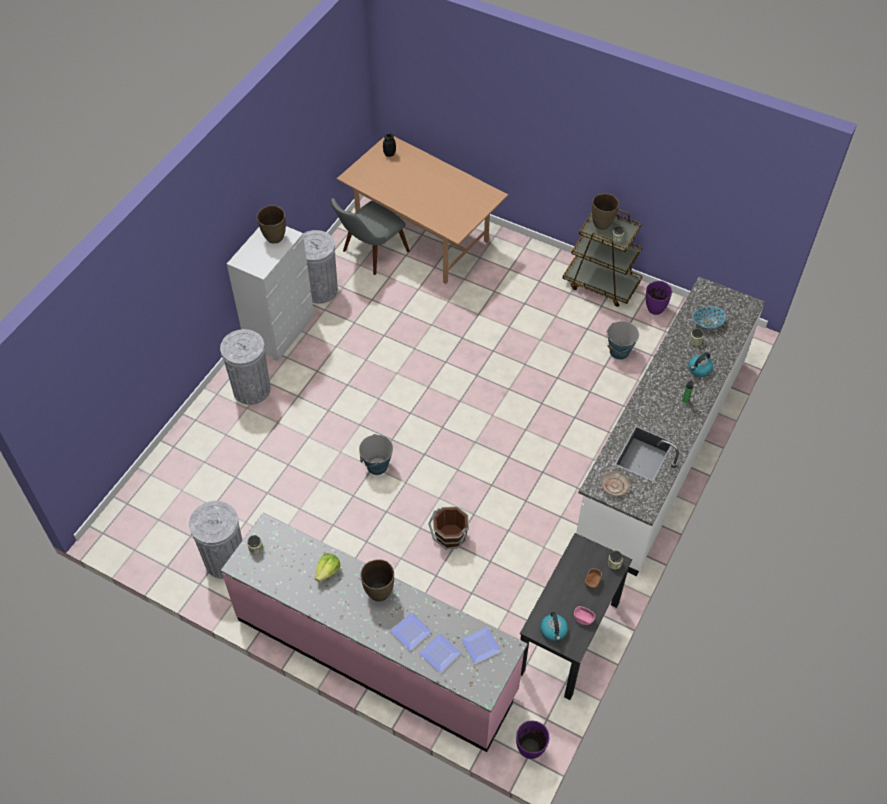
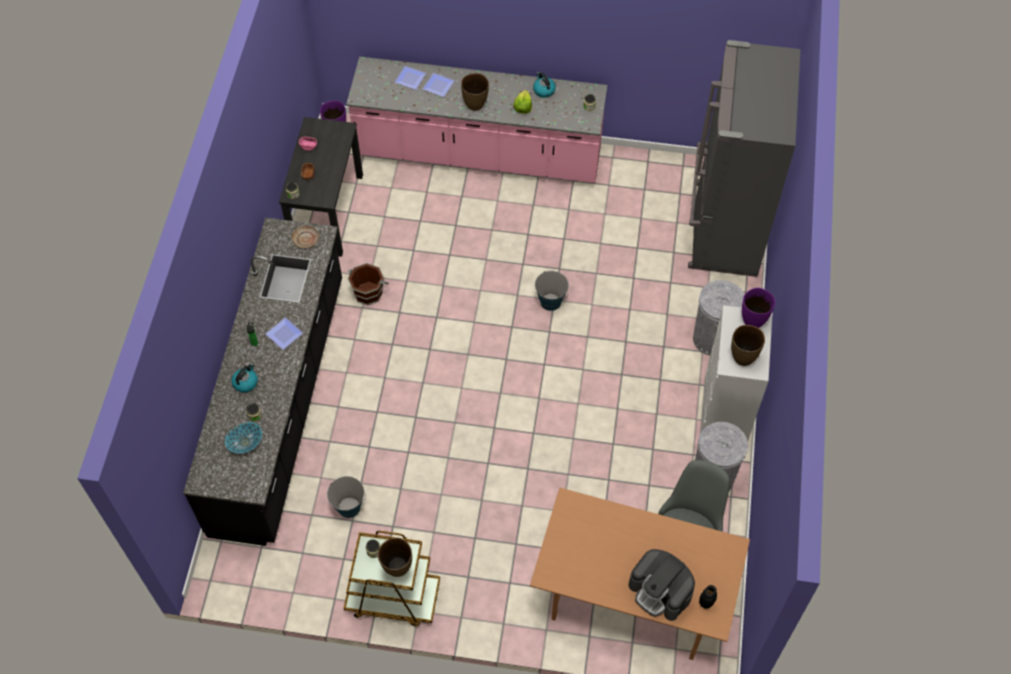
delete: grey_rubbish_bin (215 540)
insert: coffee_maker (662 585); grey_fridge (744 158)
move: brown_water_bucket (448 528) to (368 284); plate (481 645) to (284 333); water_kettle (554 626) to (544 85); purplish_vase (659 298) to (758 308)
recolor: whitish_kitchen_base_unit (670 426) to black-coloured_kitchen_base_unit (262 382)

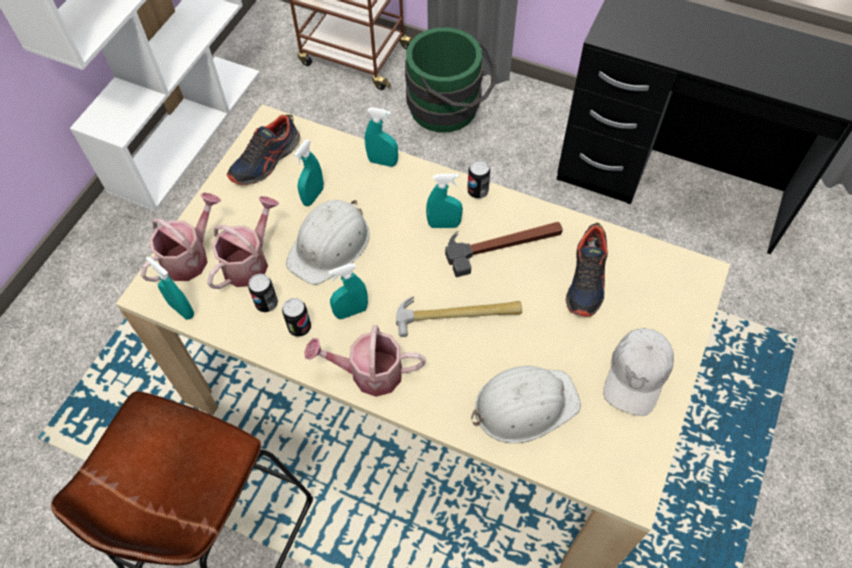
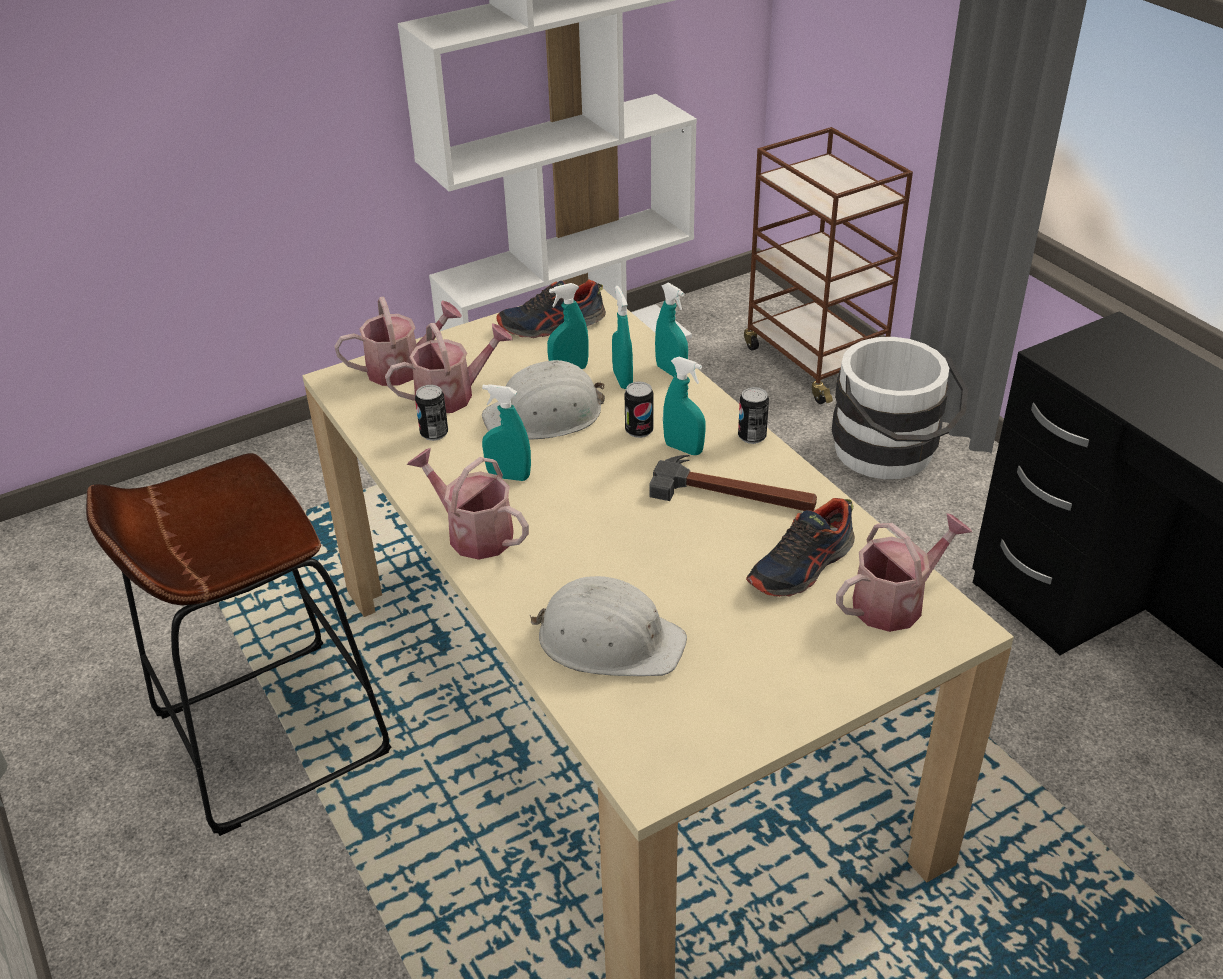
delete: hand_hammer (459 316); whitish_cap (638 372)
insert: watering_pot (904 572)
move: turquoise-coloured_hand_sprayer (170 288) to (622 337); can (296 317) to (639 409)
recolor: green_water_bucket (450 80) to whitish_water_bucket (900 408)

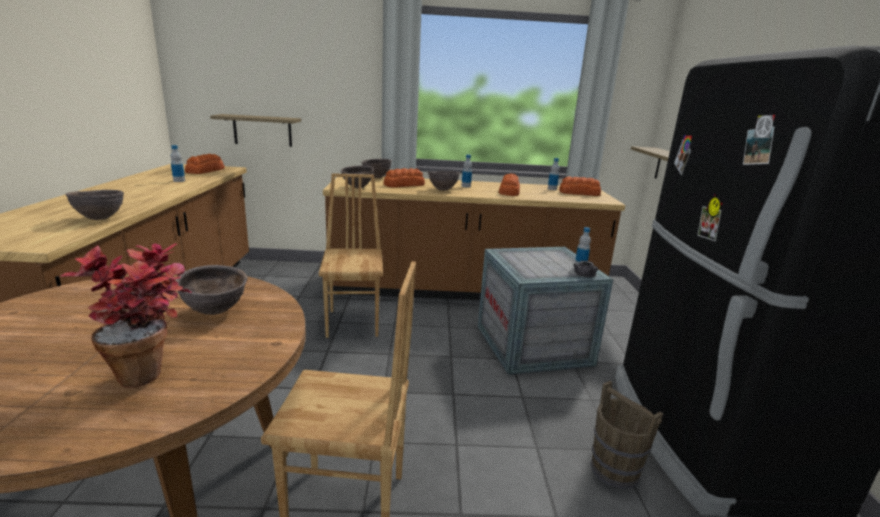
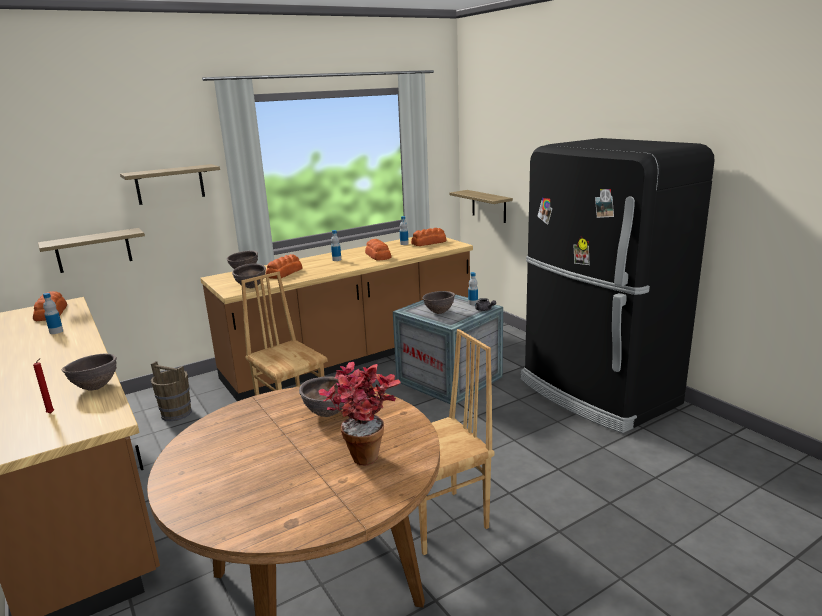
insert: red_wax_candle (43 386); bracket_shelf (170 184)
move: brown_serving_bowl (444 181) to (438 302); brown_water_bucket (627 435) to (171 391)

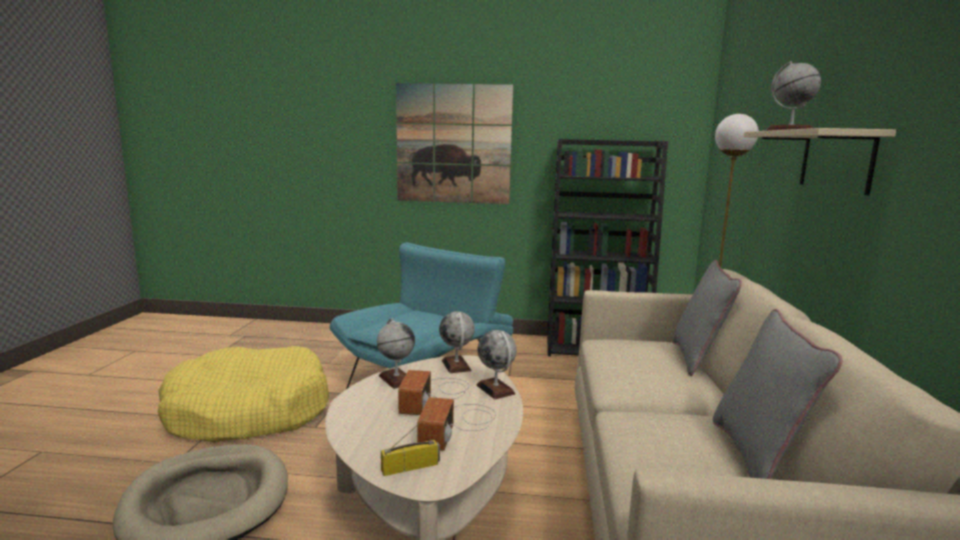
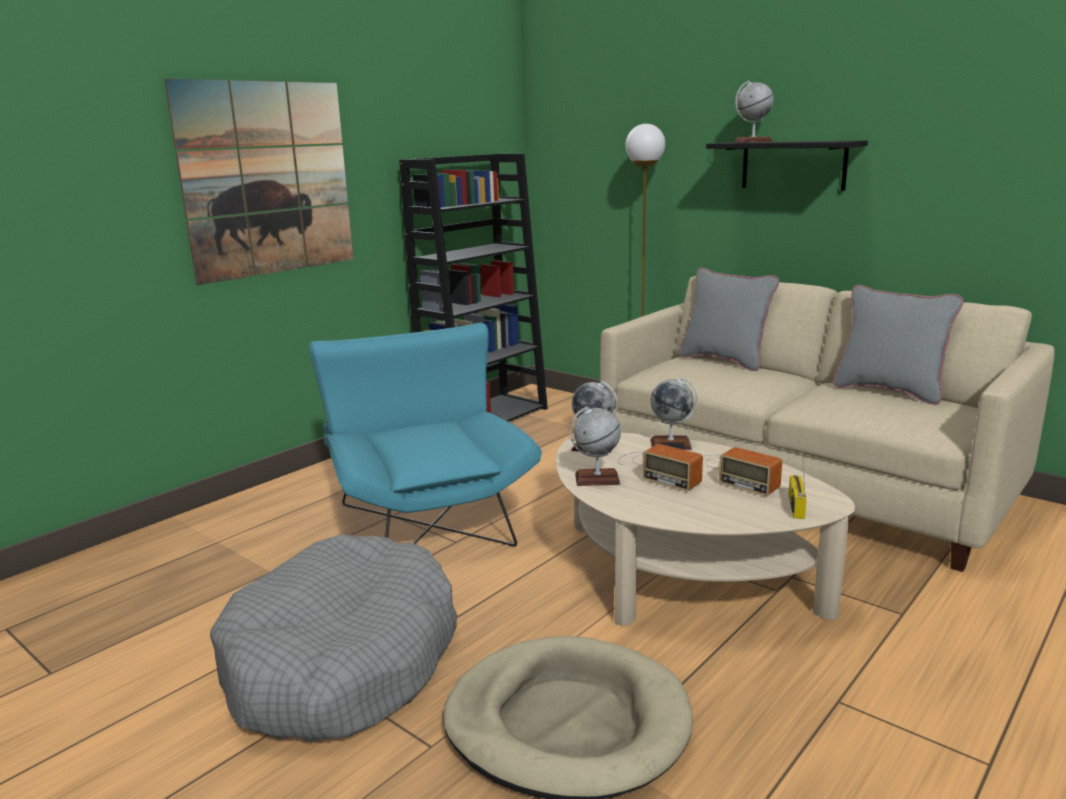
recolor: yellowish_pet_bed (243 394) to grey_pet_bed (333 638); beige_bracket_shelf (820 161) to black-coloured_bracket_shelf (787 165)

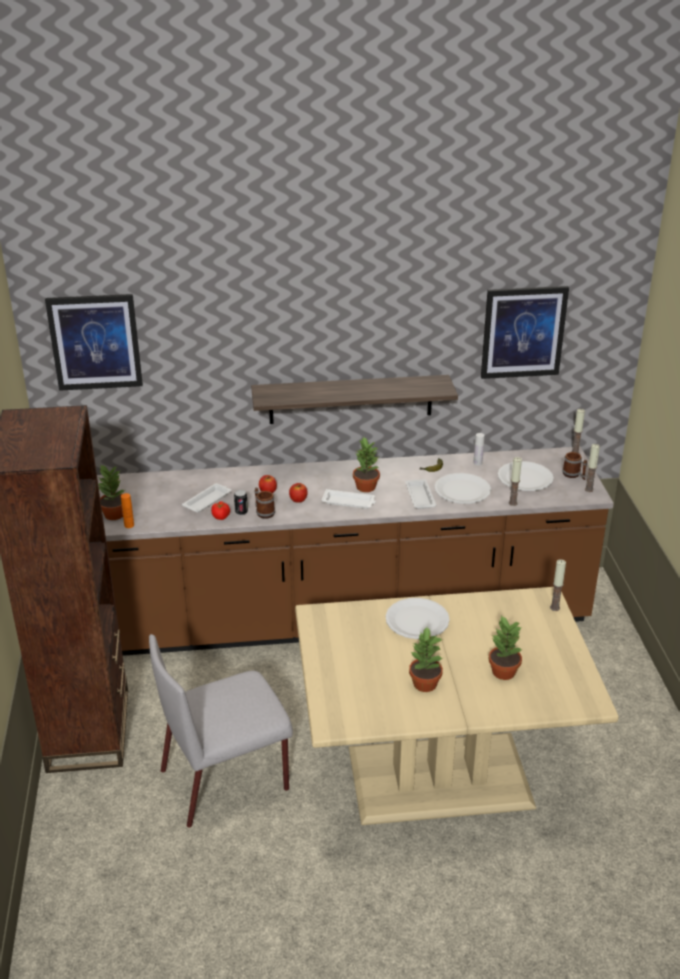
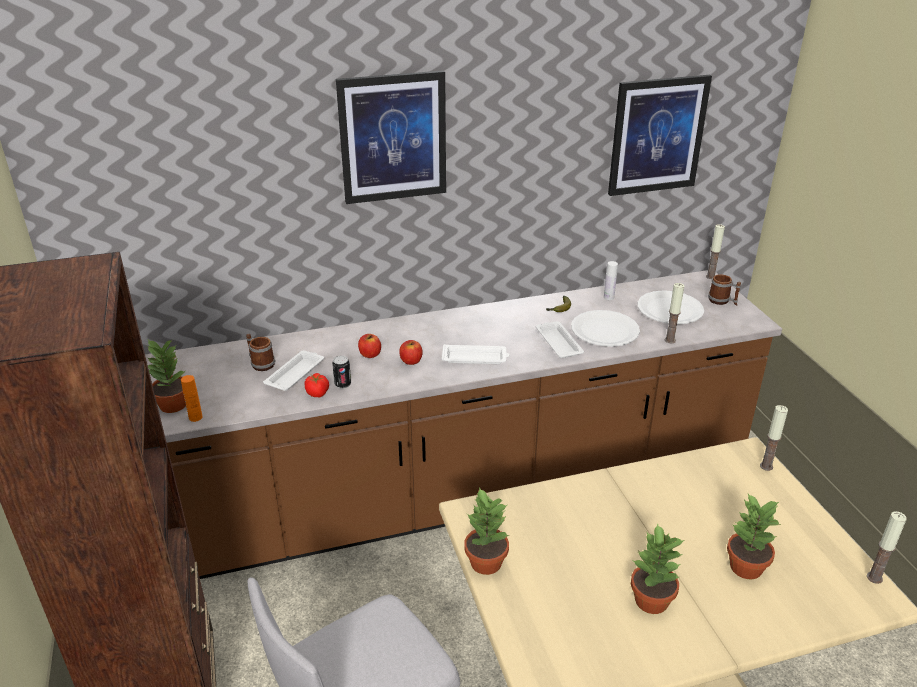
delete: bracket_shelf (354 399); whitish_plate (417 618)
move: picture (94 342) to (391 137); mug (265 503) to (260 352); potted_plant (366 464) to (486 531); wax_candle (592 468) to (887 547)

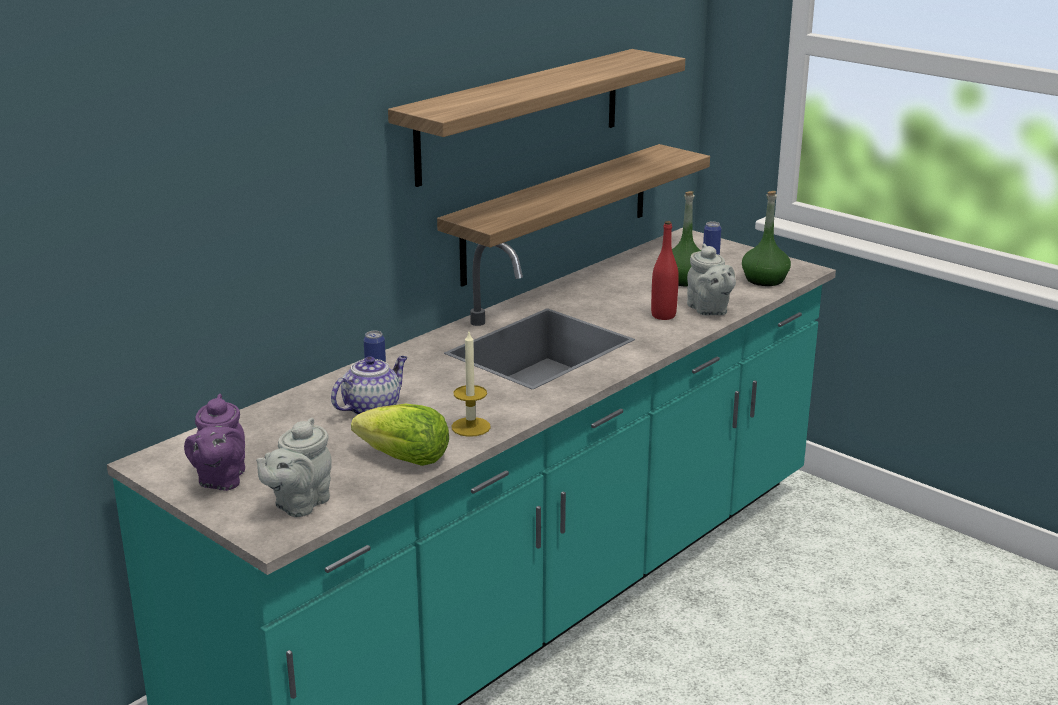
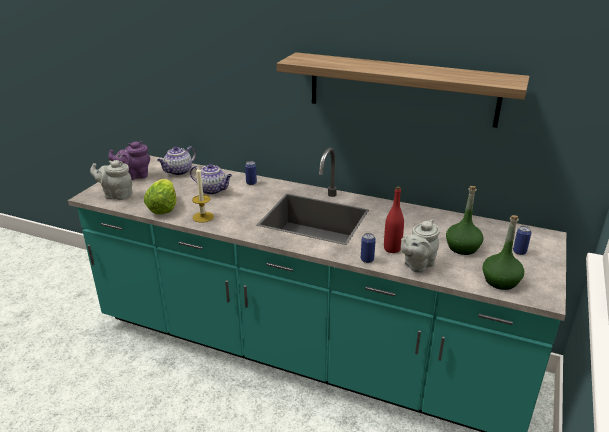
delete: bracket_shelf (573 215)
insert: pot_for_tea (176 160); can (368 248)

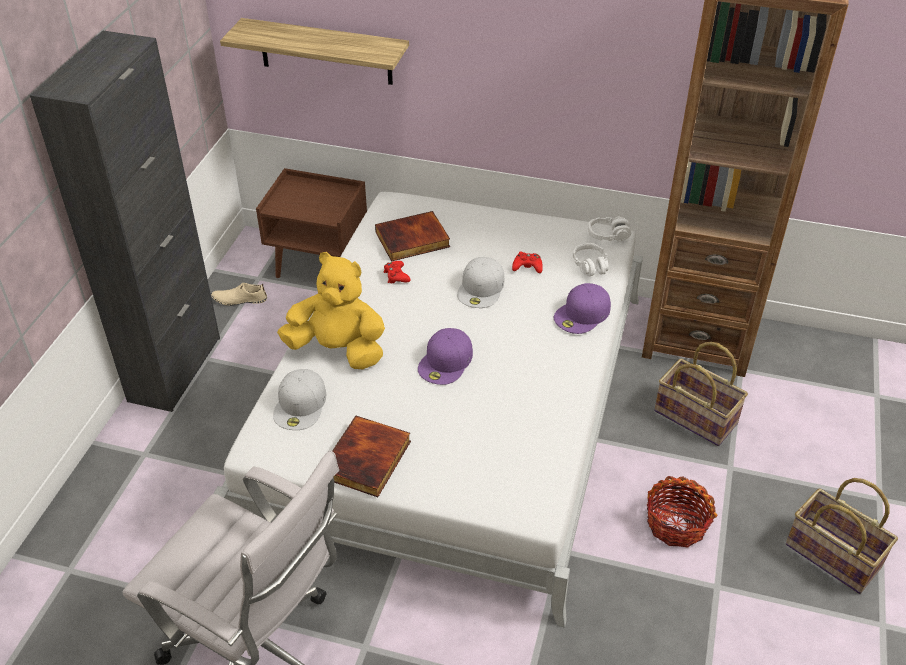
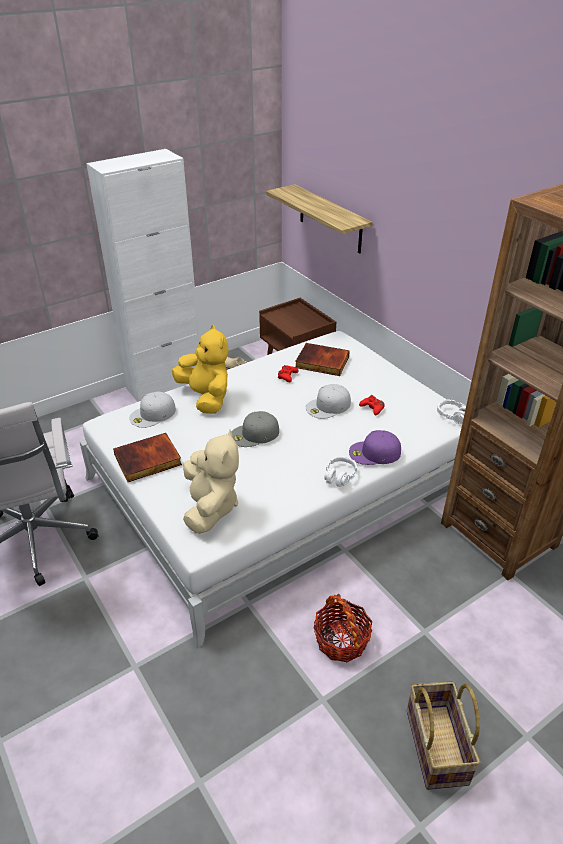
delete: storage_basket (701 394)
insert: beige_plush_toy (211 481)
move: whitish_pair_of_headphones (590 259) to (340 471)
recolor: black-coloured_cupboard (125 221) to whitish_cupboard (143 275); purplish_cap (445 356) to grey_cap (255 429)

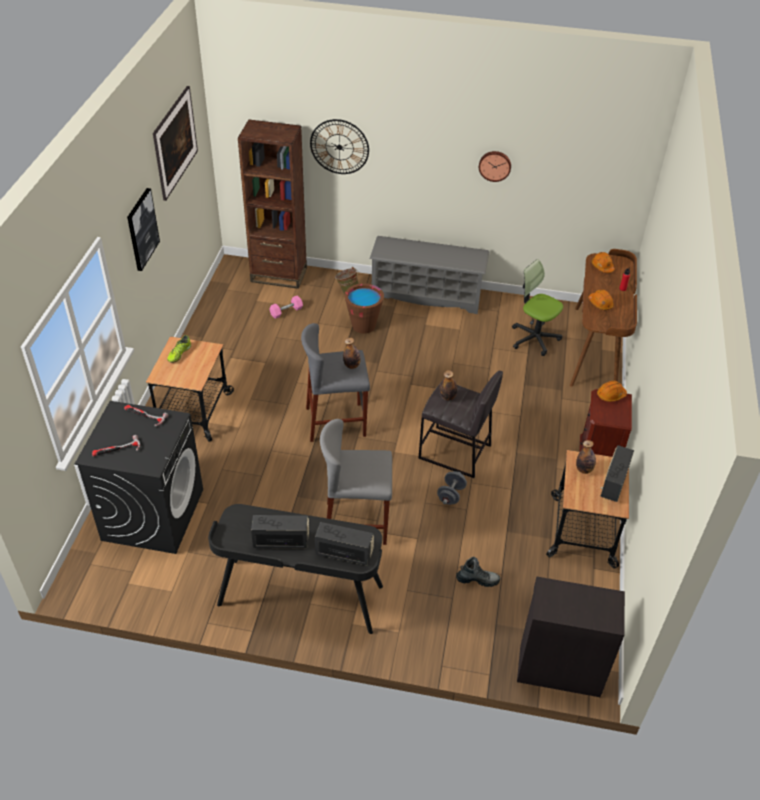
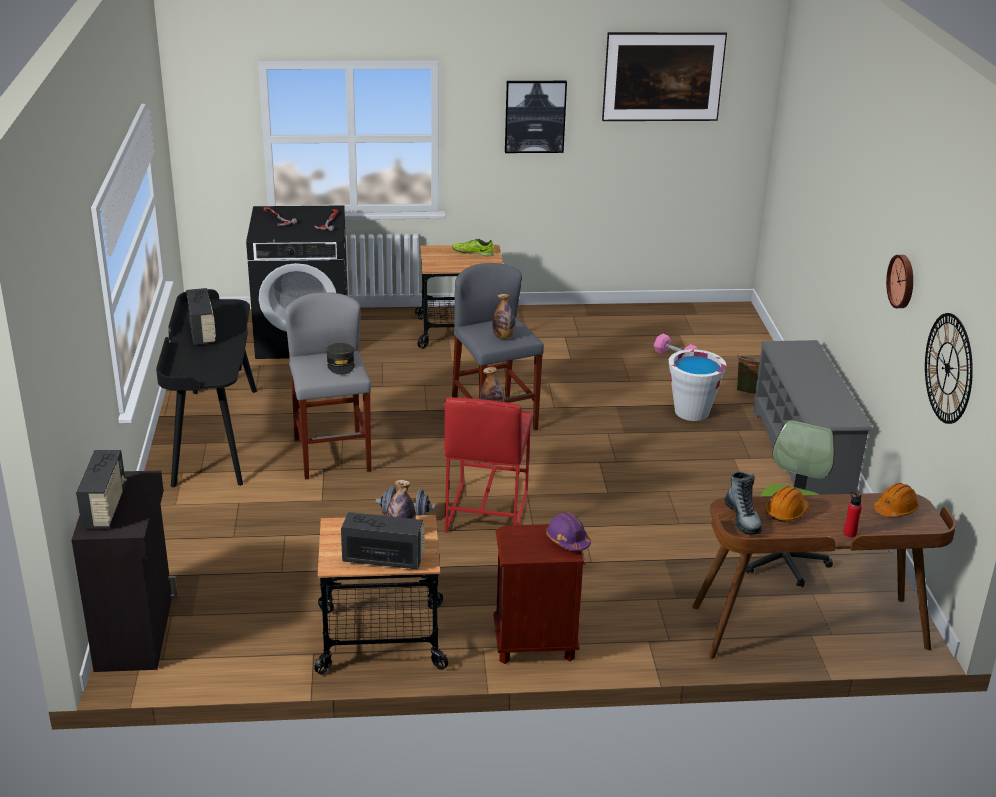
delete: brown_shelving_unit (272 204)
insert: grey_cap (340 359)
move: hanging_clock (339 146) to (949 368); radio (344 544) to (101 489); high-top_boot (478 572) to (743 502)
recolor: brown_water_bucket (364 308) to whitish_water_bucket (697 385); grey_sitting_stool (461 424) to red_sitting_stool (488 465); orange_hard_hat (612 391) to purplish_hard_hat (568 531)

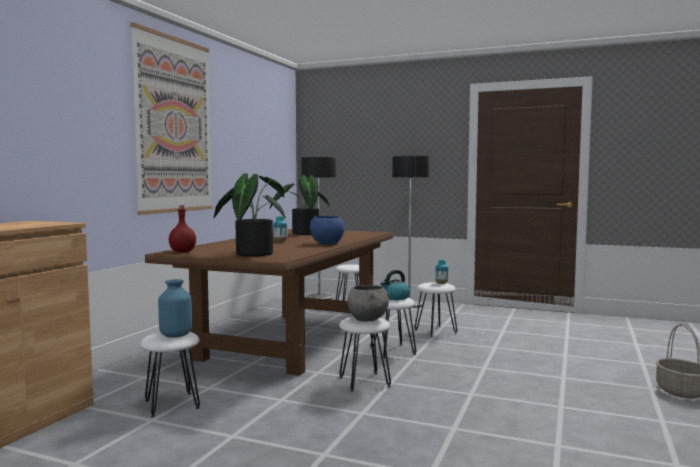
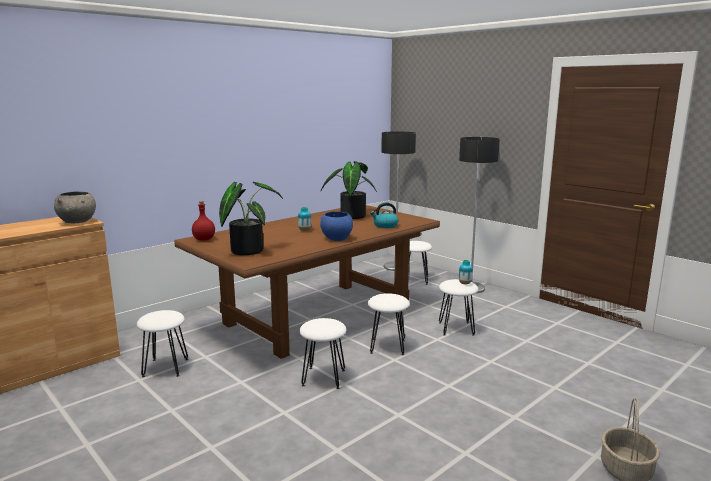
delete: picture (171 118); blue_vase (175 308)
move: grey_serving_bowl (368 303) to (75 207); water_kettle (395 285) to (384 215)

